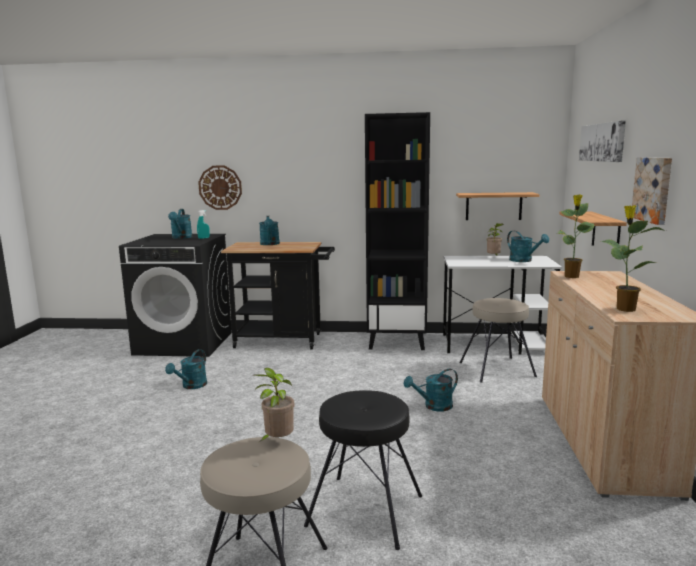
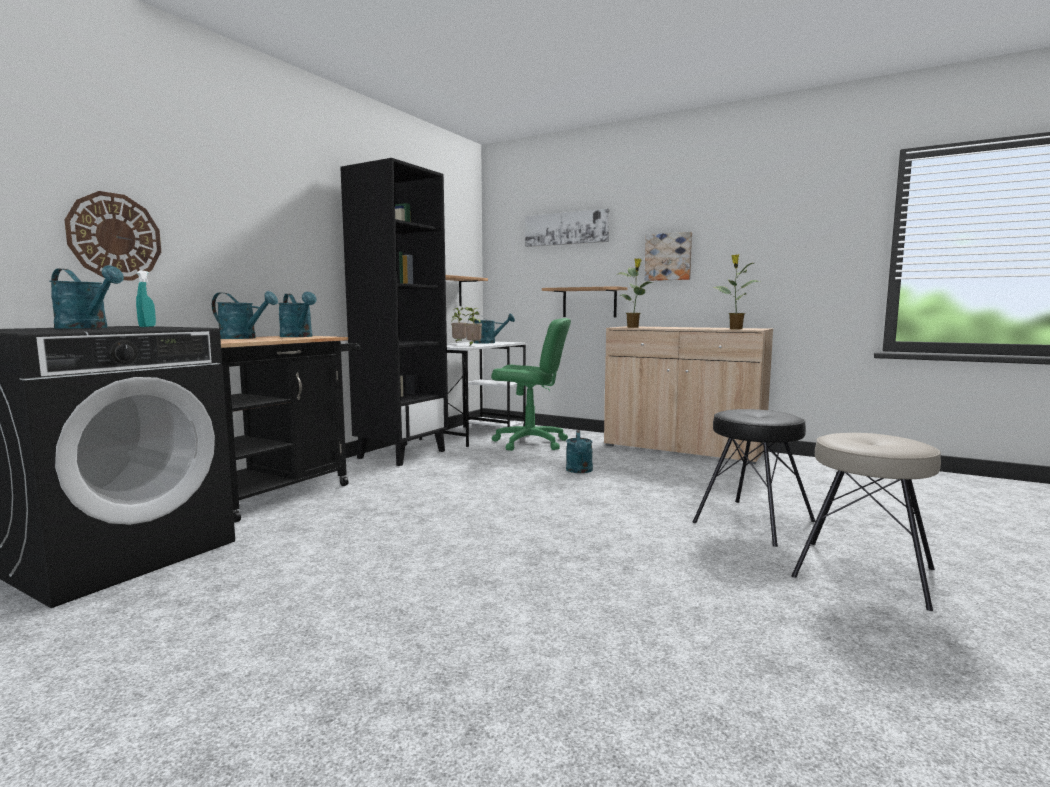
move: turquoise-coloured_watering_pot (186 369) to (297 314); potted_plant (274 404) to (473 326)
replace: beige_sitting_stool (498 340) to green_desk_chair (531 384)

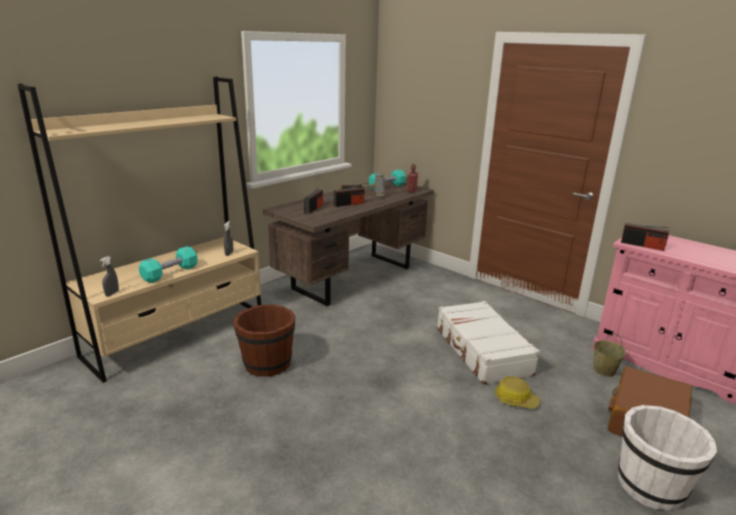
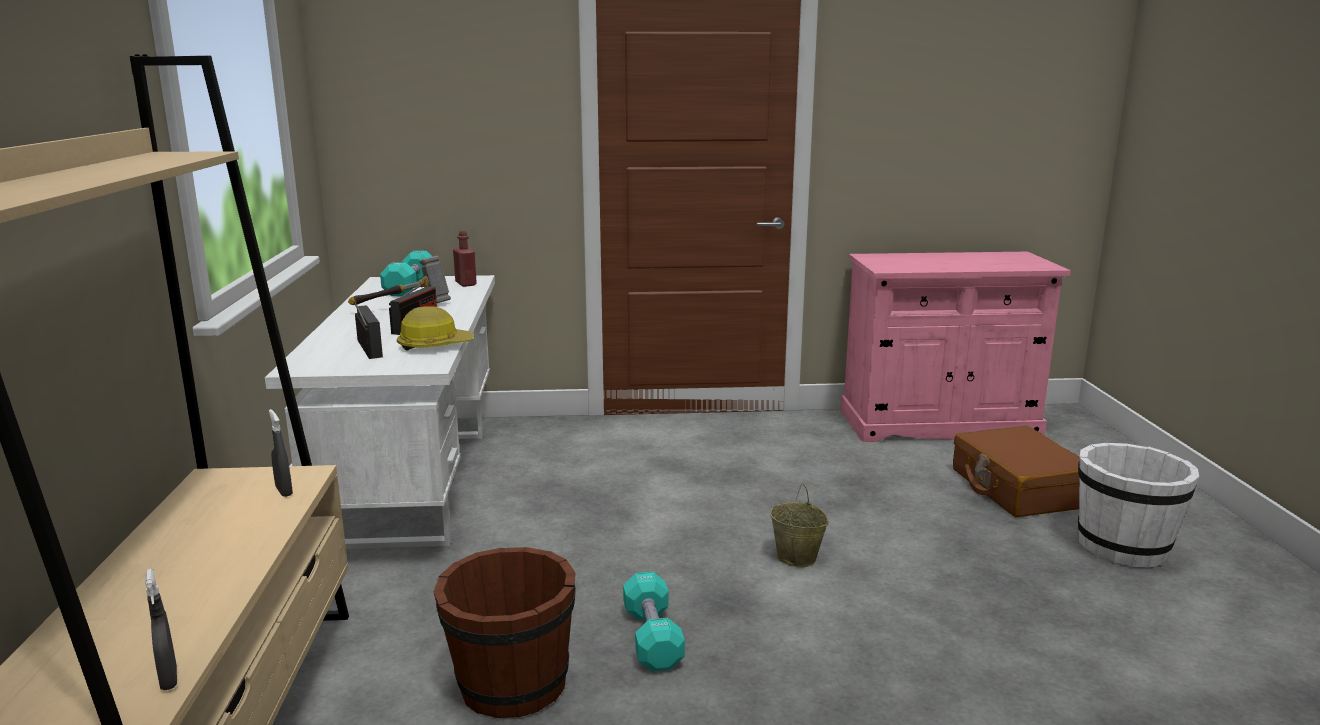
delete: whitish_suitcase (488 343); radio (645 237)
move: turquoise-coloured_dumbbell (168 264) to (654 621); hard_hat (517 392) to (435 328); beige_water_bucket (609 355) to (799 525)
recolor: brown_desk_unit (348 243) to whitish_desk_unit (380 412)

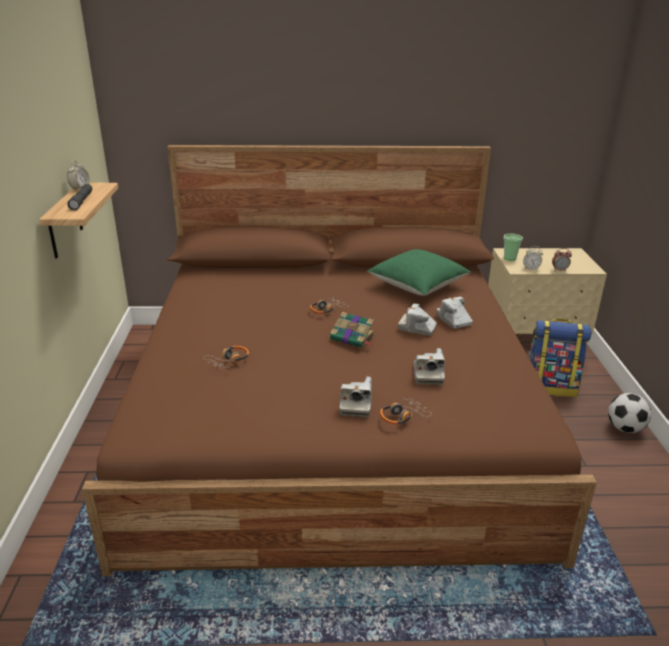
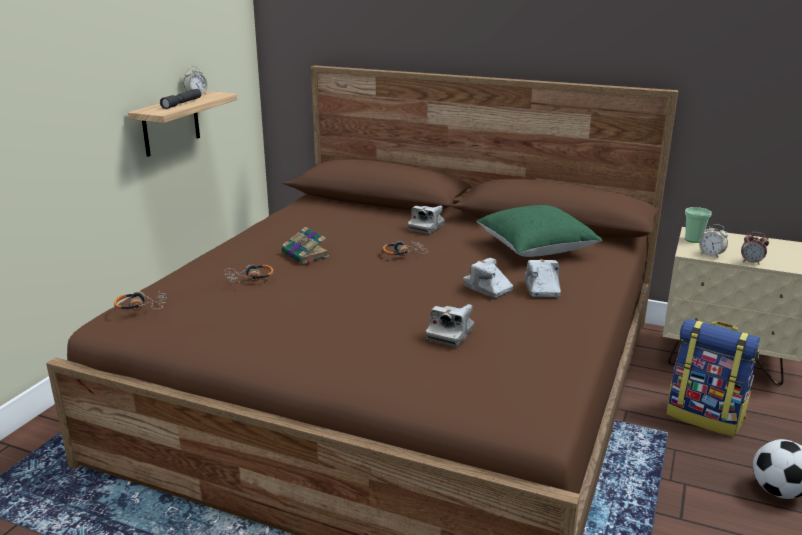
move: volume (352 330) to (305 245); photo_camera (355 397) to (426 220); pair_of_headphones (406 411) to (140 301)

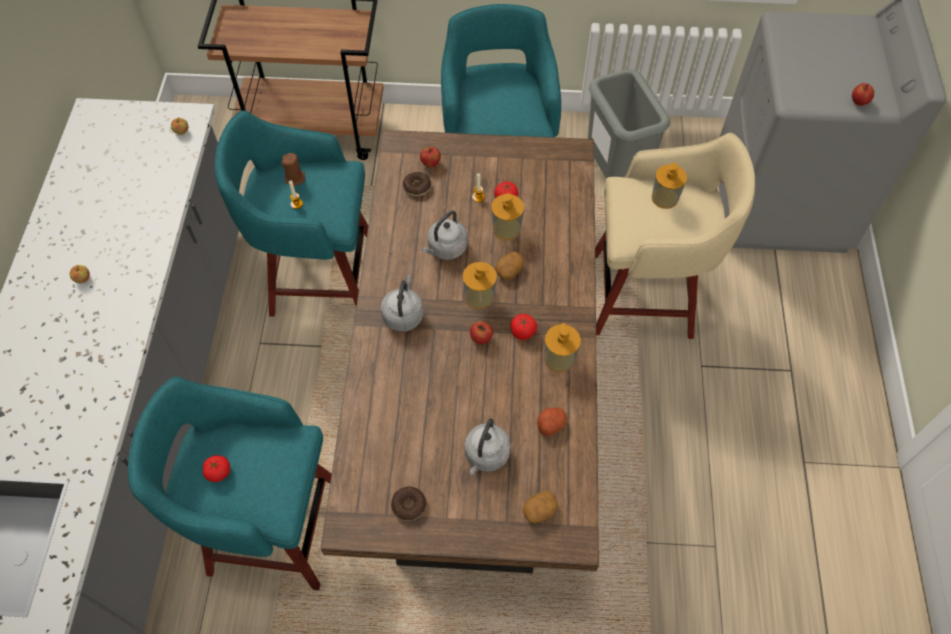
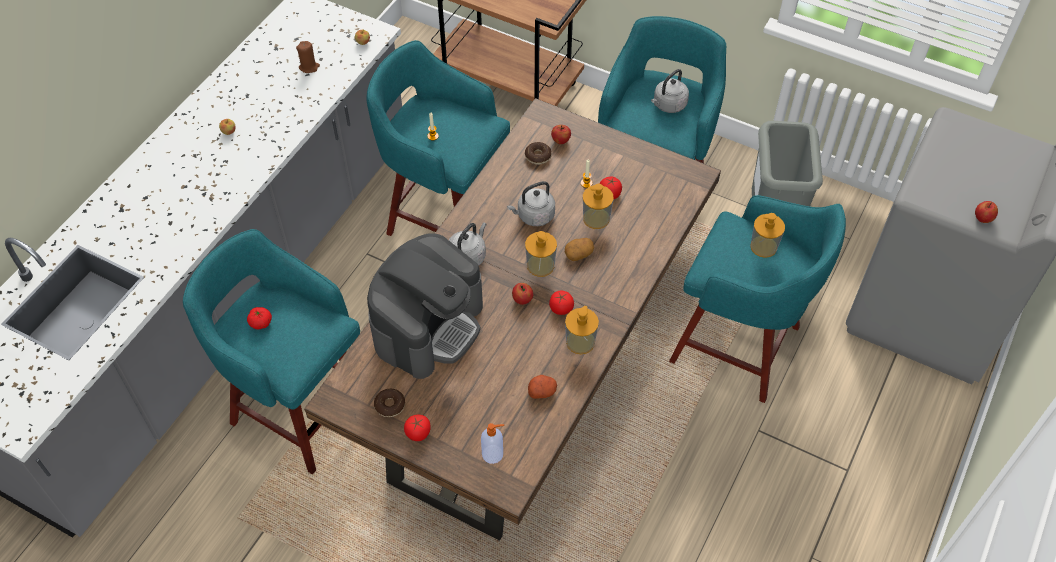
insert: coffee_maker (425 306); tomato (417 428)
move: brown_wax_candle (293 169) to (308 57); grey_water_kettle (487 446) to (670 91)
replace: spud (540 506) to liquid_soap_bottle (492 443)
recolor: beige_sitting_stool (675 236) to turquoise-coloured_sitting_stool (757 299)

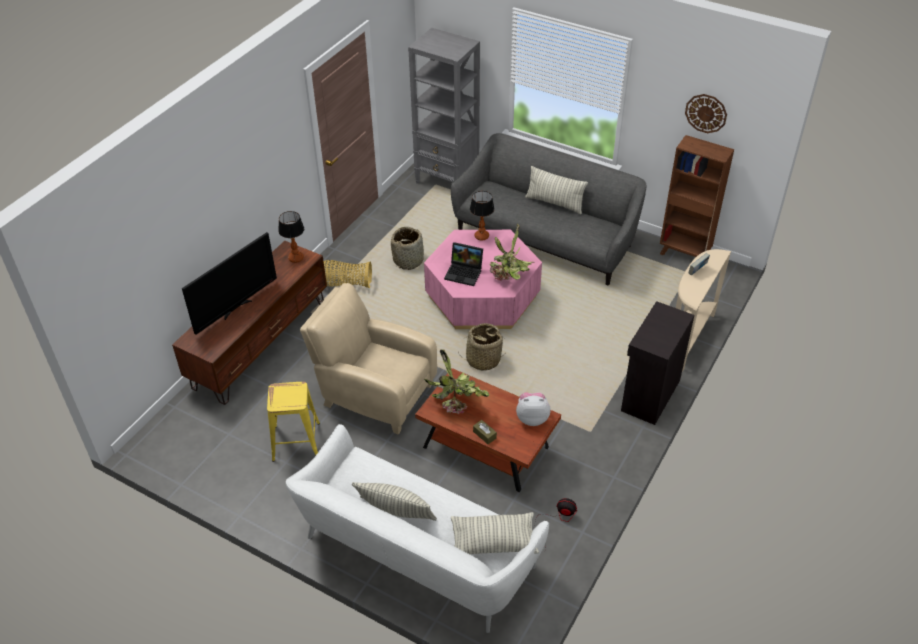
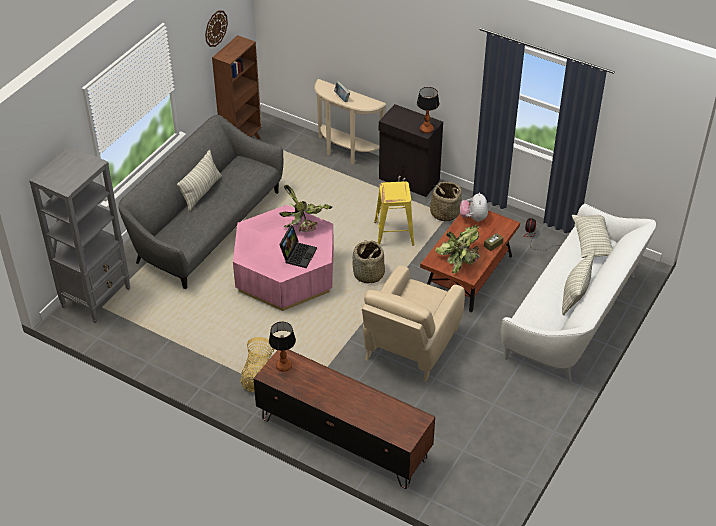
delete: TV_set (229 283)
move: yellowish_sitting_stool (293 421) to (394 213); storage_basket (407 248) to (445 201); lamp_for_a_table (482 216) to (428 110)

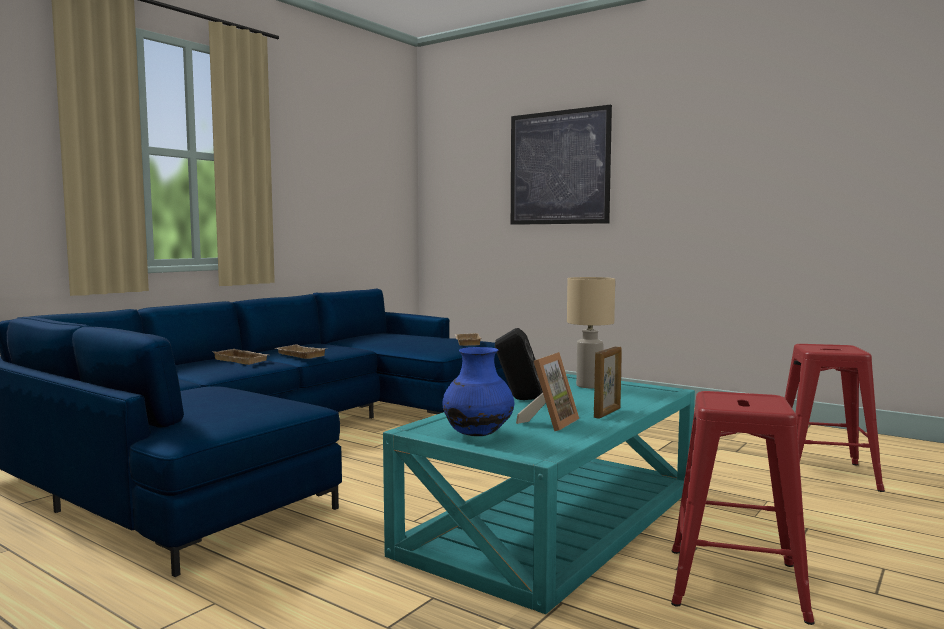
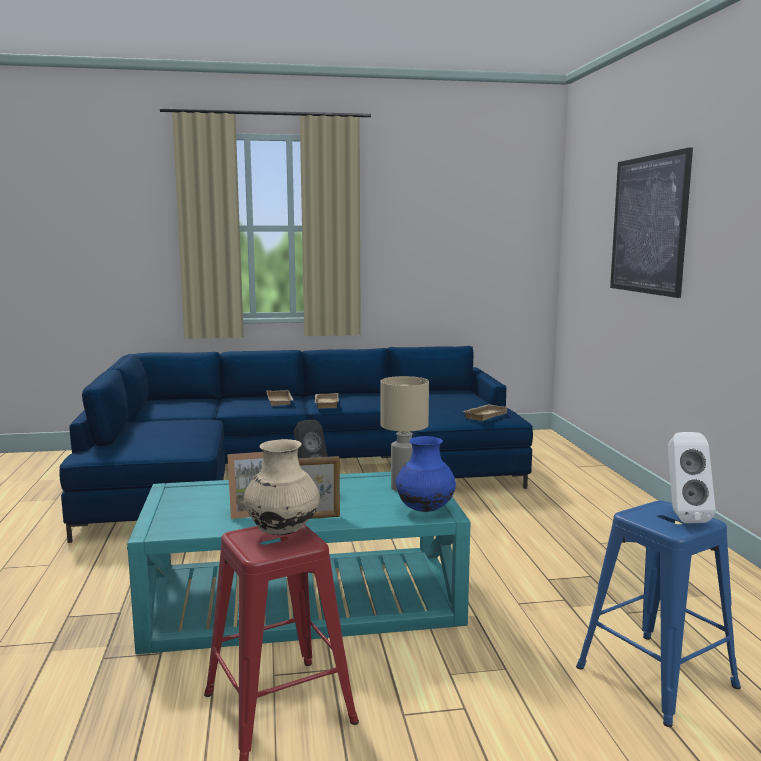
insert: beige_vase (282 487); whitish_loudspeaker (692 477)
move: blue_vase (478 391) to (425 474)
recolor: red_sitting_stool (835 418) to blue_sitting_stool (658 614)

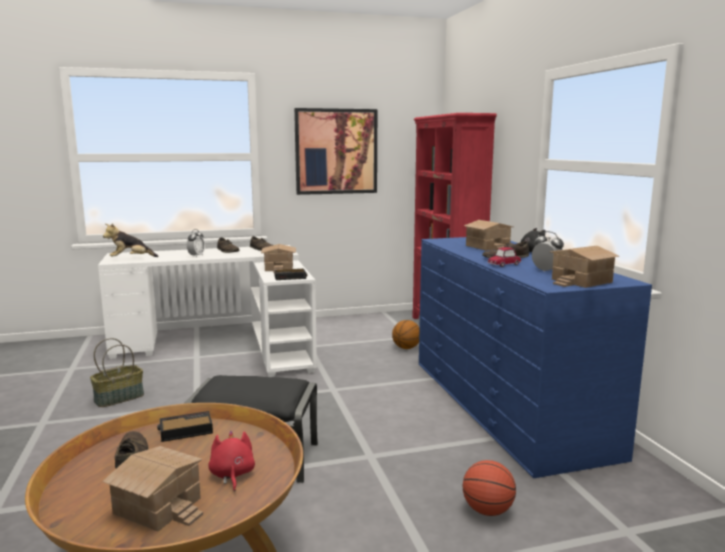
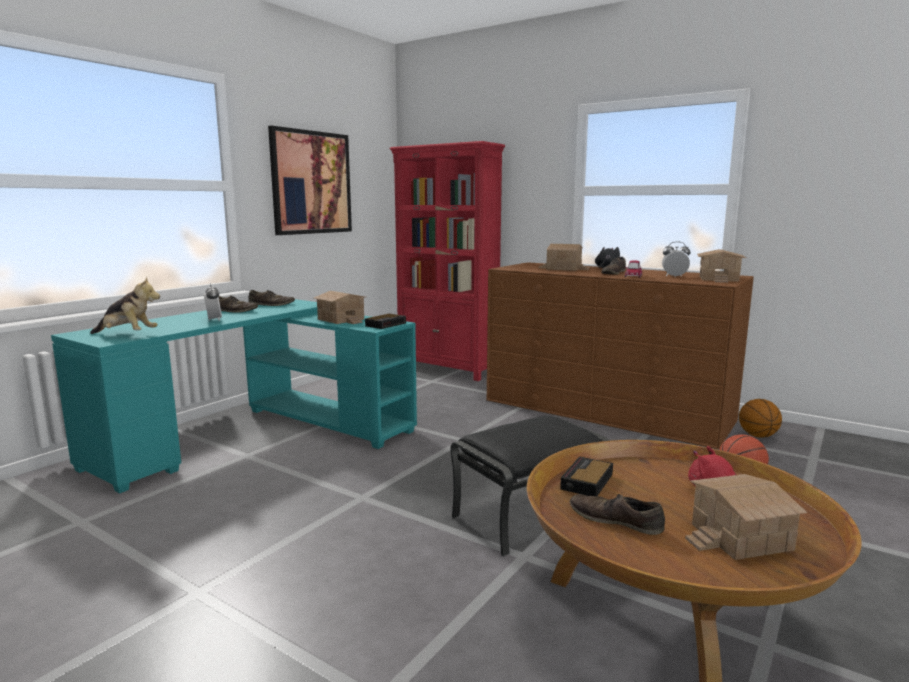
delete: storage_basket (117 372)
move: basketball (405 334) to (760 418)
recolor: whitish_desk_unit (207 311) to turquoise-coloured_desk_unit (234 396); blue_drawer_chest (535 357) to brown_drawer_chest (620 355)
rotate: plush_toy (131 240) = (125 305) 105 degrees counterclockwise

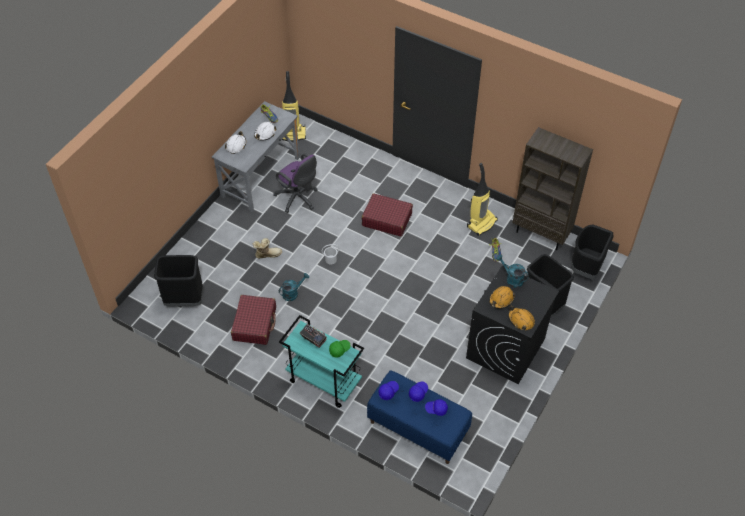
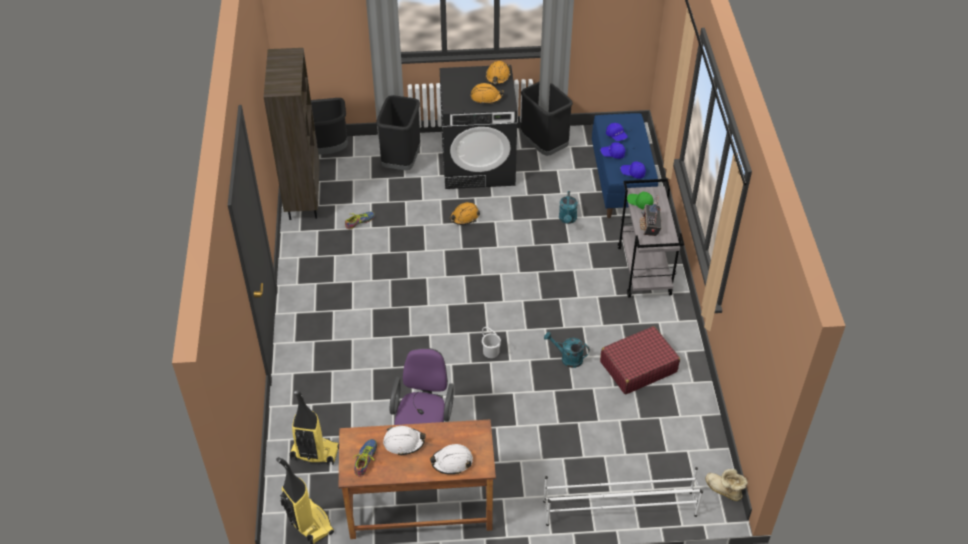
delete: red_suitcase (387 214)
insert: orange_hard_hat (465 213); whitish_shoe_rack (623 496)
move: black-coloured_rubbish_bin (178 281) to (547 118); high-top_boot (267 248) to (726 485); hoover (482 199) to (314 427); turquoise-coloured_watering_pot (512 271) to (568 207)
recolor: grey_desk_unit (255 156) to brown_desk_unit (417 479); turquoise-coloured_trolley (321 361) to grey_trolley (651 238)

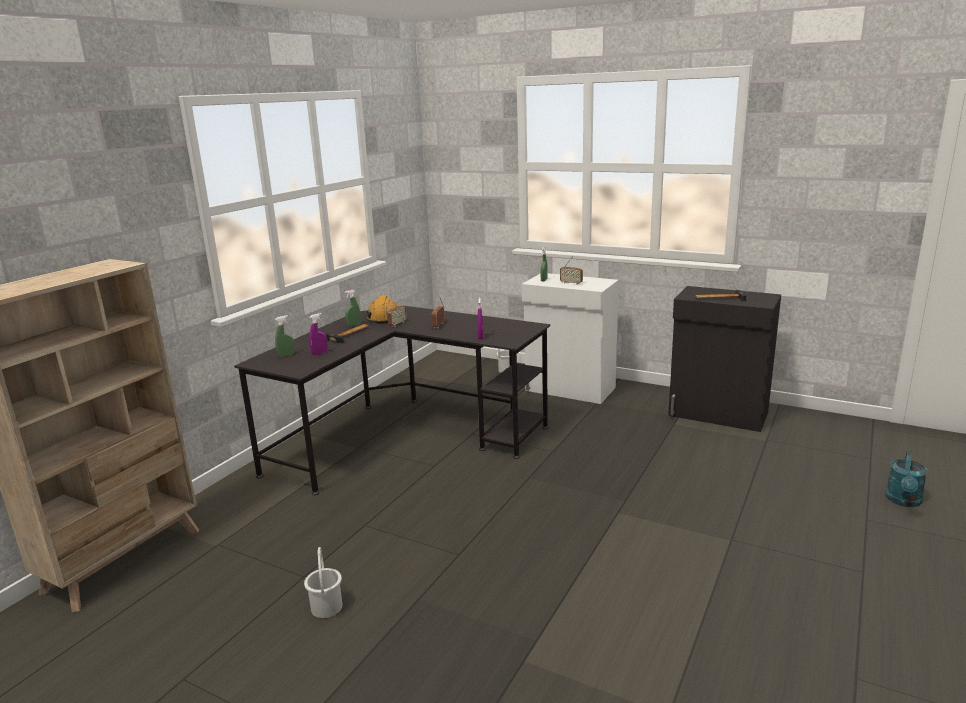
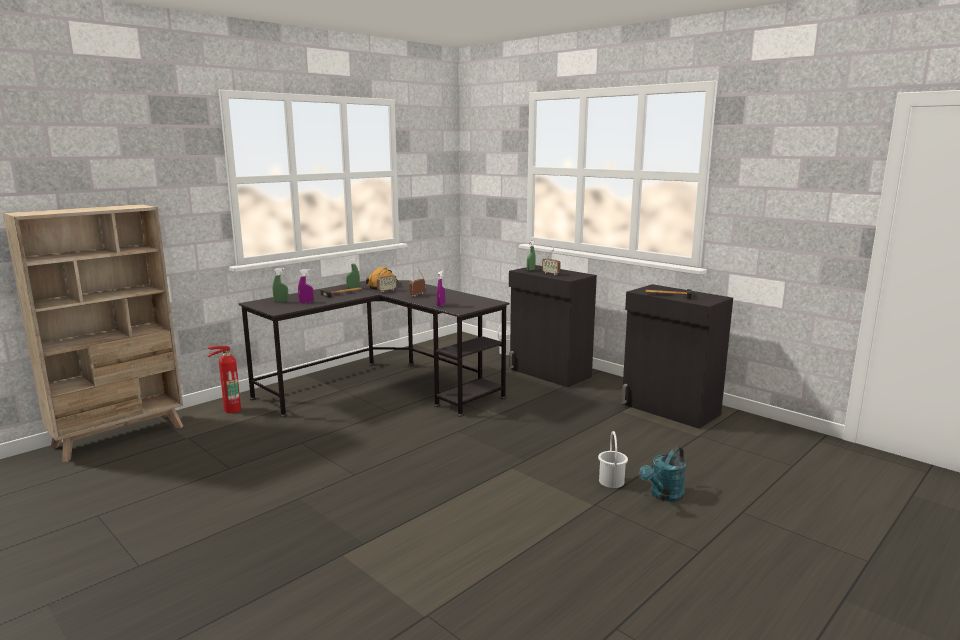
insert: extinguisher (224 379)
move: whitish_water_bucket (323 582) to (613 459); turquoise-coloured_watering_pot (906 478) to (662 474)
recolor: whitish_cupboard (570 338) to black-coloured_cupboard (553 326)

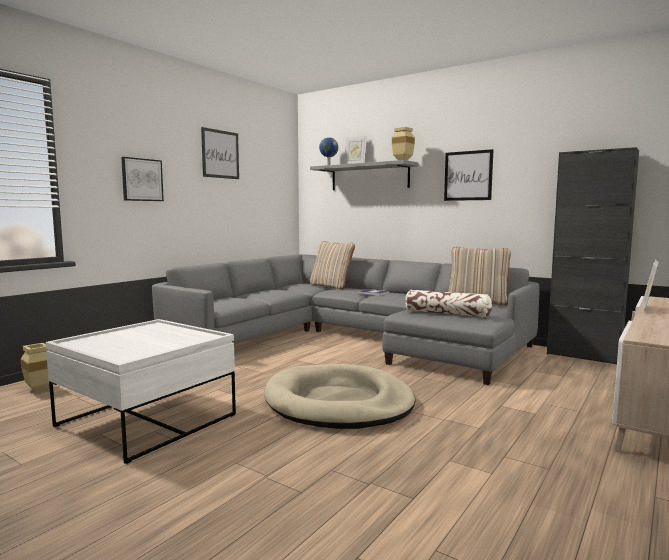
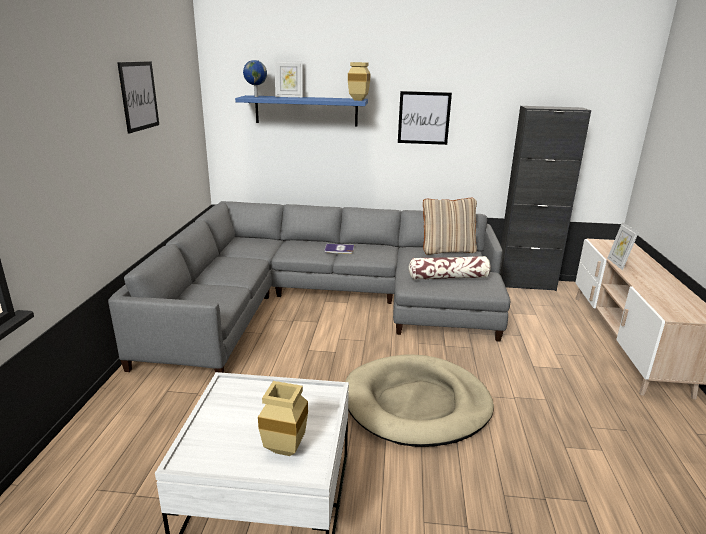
delete: picture (142 179); beige_throw_pillow (332 265)
move: beige_vase (35 368) to (283 418)
recolor: grey_bracket_shelf (364 175) to blue_bracket_shelf (301 110)

